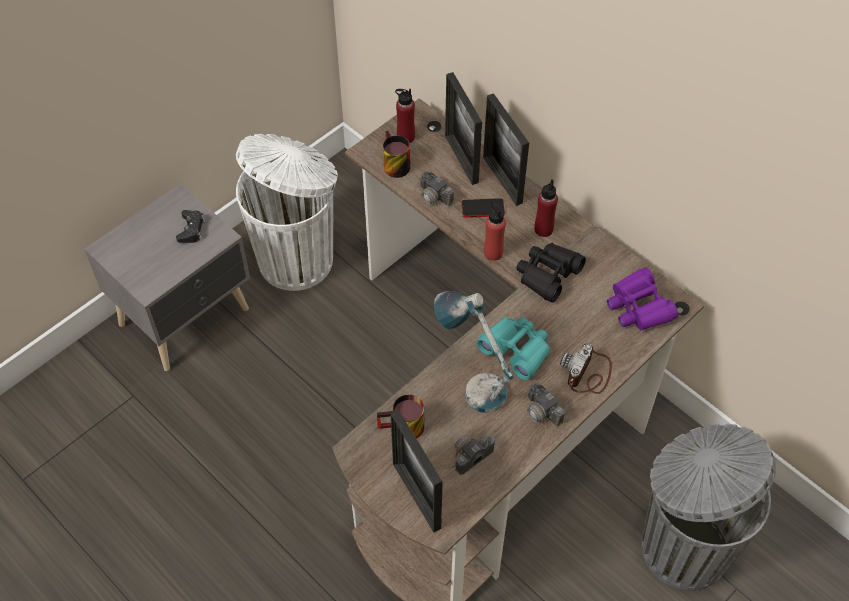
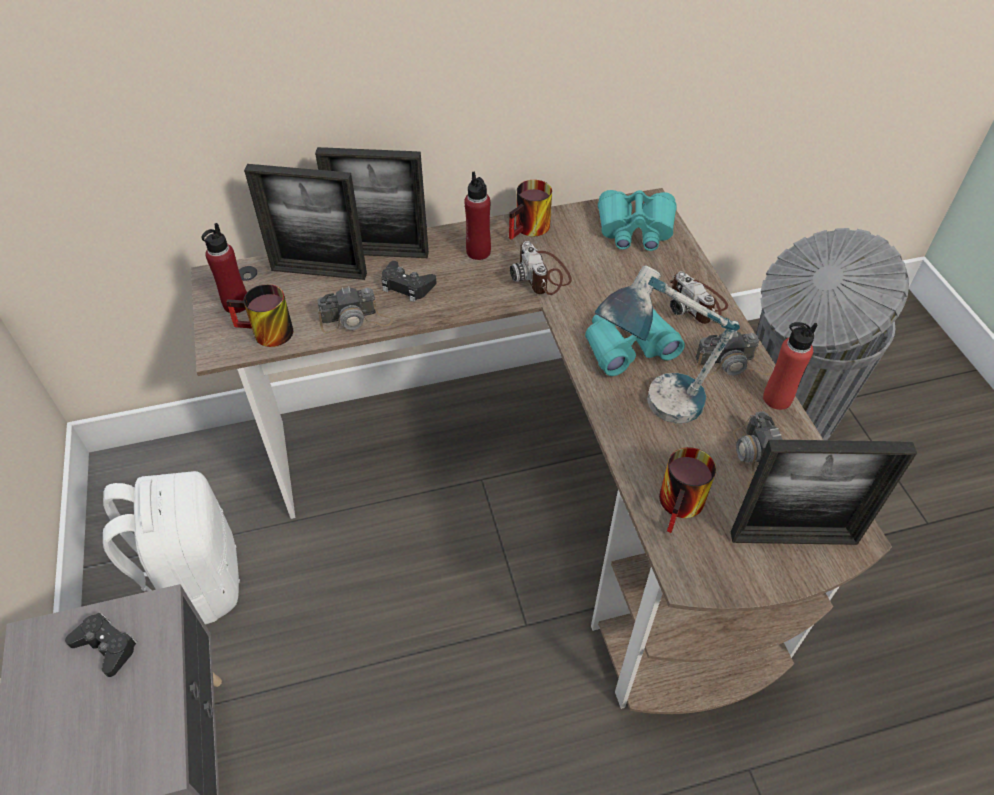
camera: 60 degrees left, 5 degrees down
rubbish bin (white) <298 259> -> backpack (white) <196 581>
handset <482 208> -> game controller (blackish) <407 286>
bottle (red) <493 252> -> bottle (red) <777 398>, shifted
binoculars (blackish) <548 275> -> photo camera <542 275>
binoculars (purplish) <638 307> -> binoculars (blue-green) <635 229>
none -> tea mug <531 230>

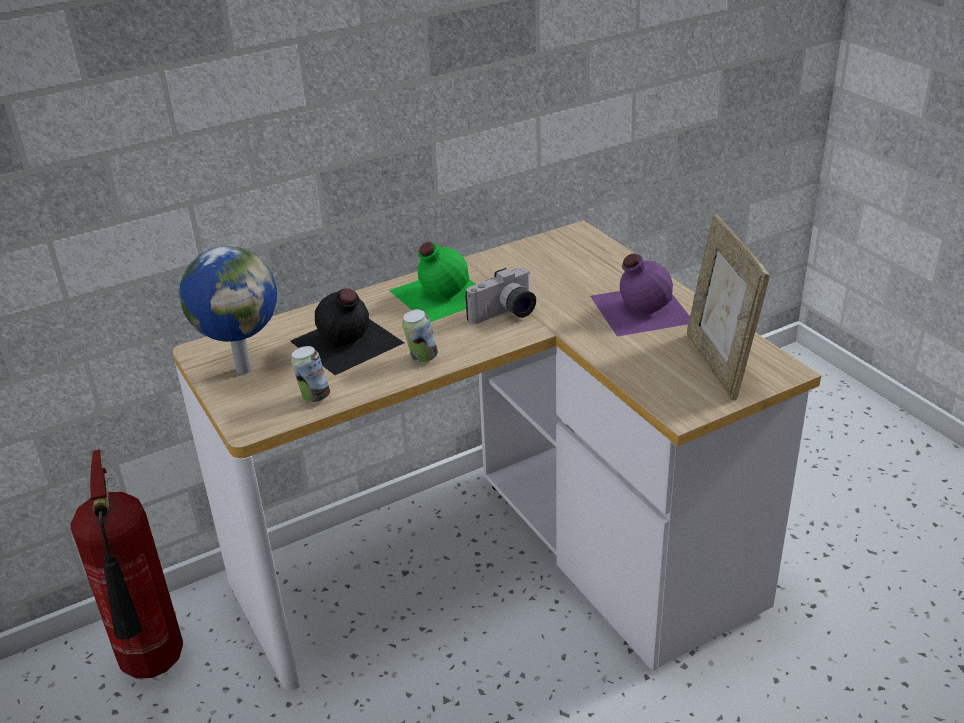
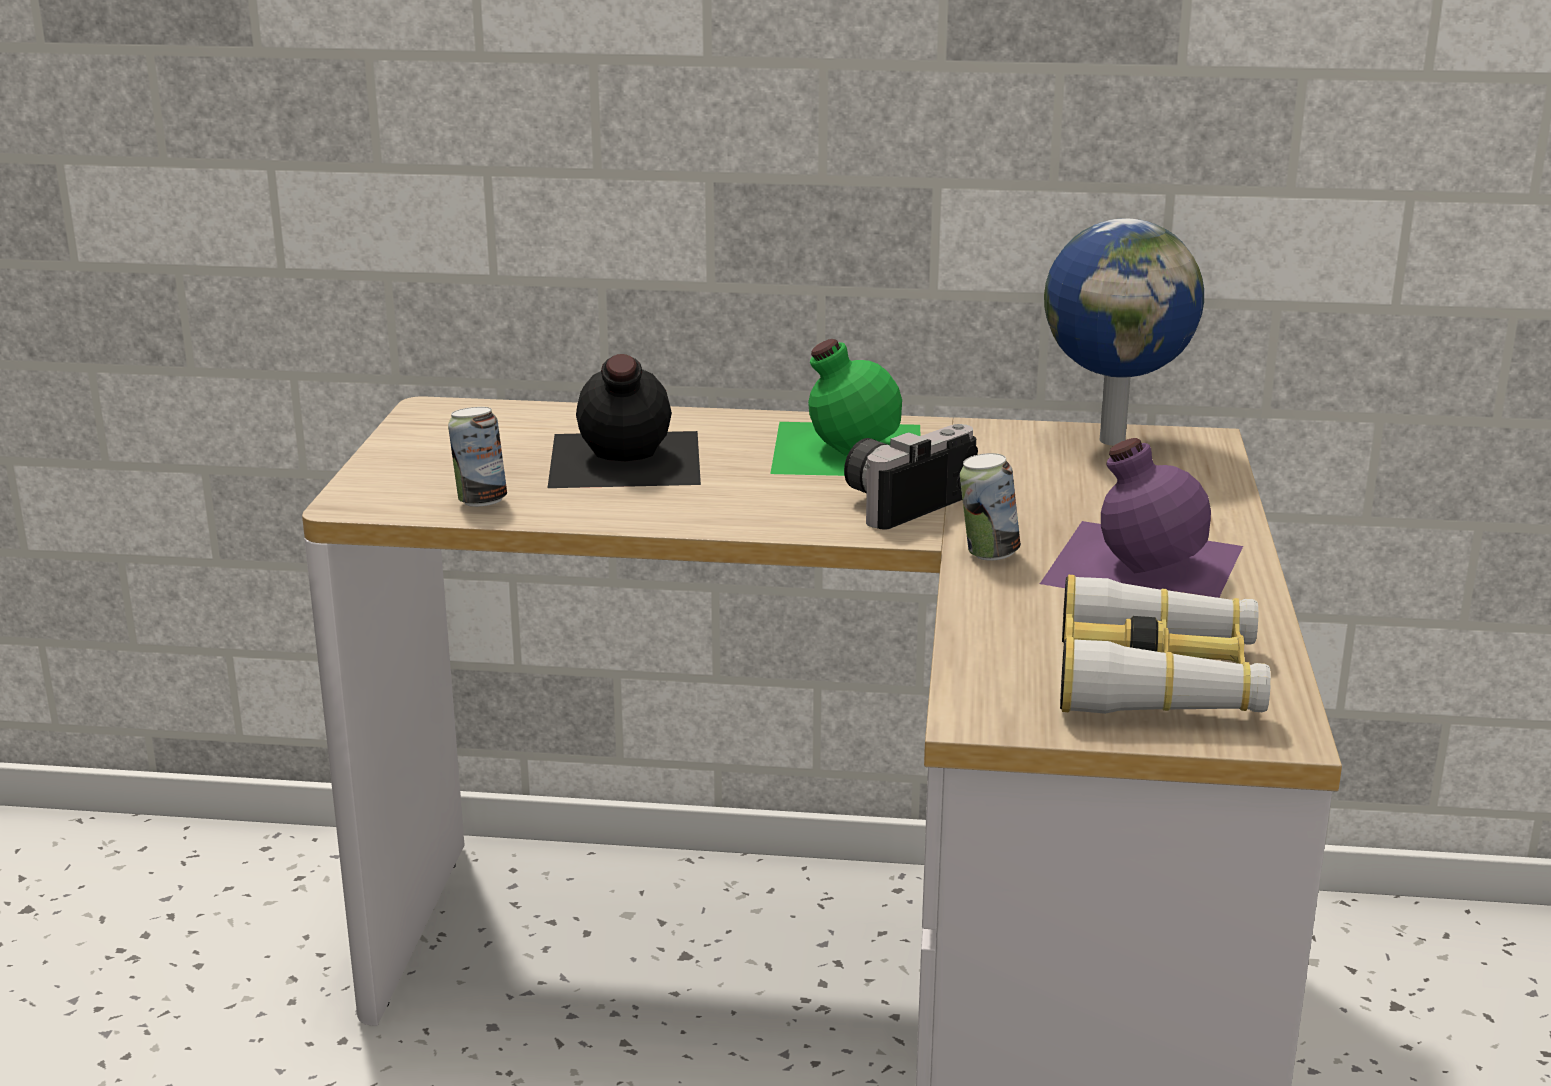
camera: 35 degrees right, 10 degrees down
fire extinguisher <155 668> -> none
world globe <243 368> -> world globe <1112 439>, shifted
sealed can <422 358> -> sealed can <987 554>, shifted
photo camera <505 315> -> photo camera <903 501>, 135 degrees clockwise
picture frame <718 365> -> binoculars <1158 679>

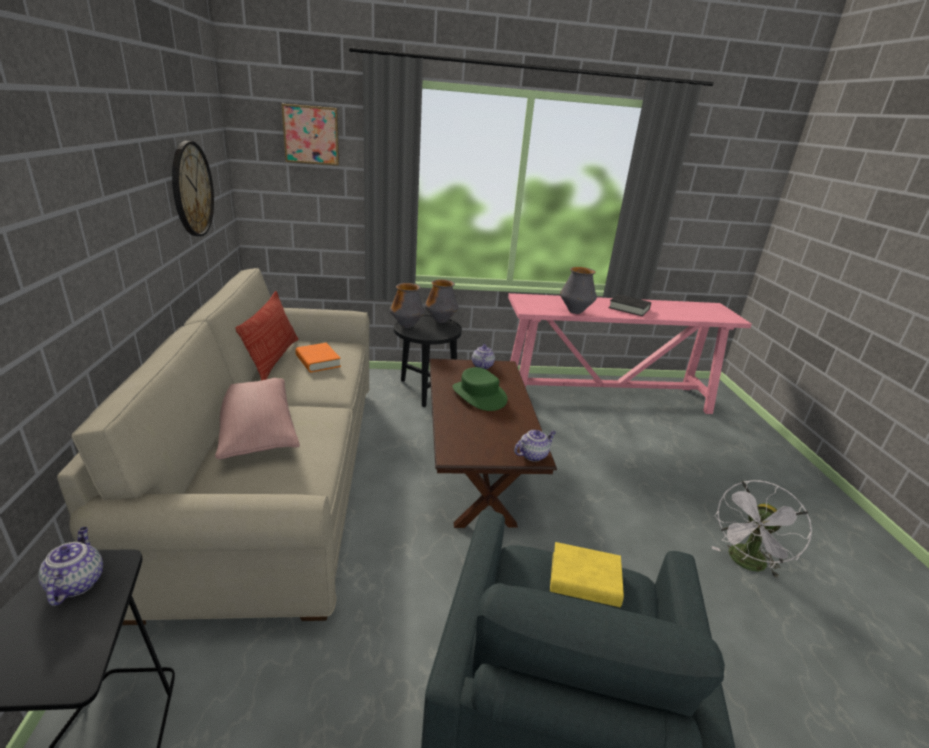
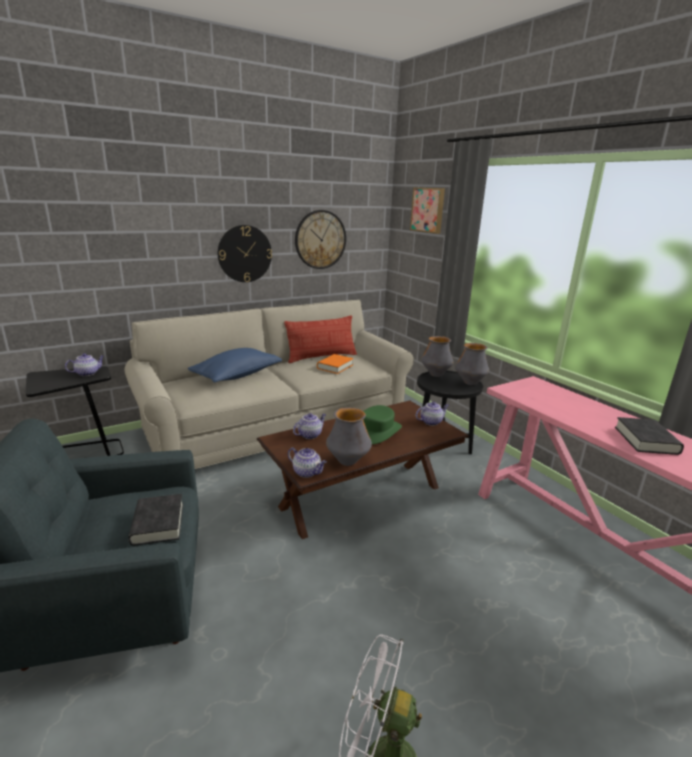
camera: 65 degrees right, 5 degrees down
pillow (pink-coloured) <256 431> -> pillow (blue-coloured) <237 375>
book (yellow-coloured) <584 579> -> book (blackish) <158 523>
decorative vase <575 311> -> decorative vase <347 461>, shifted
none -> hanging clock <245 254>
none -> tea pot <310 435>

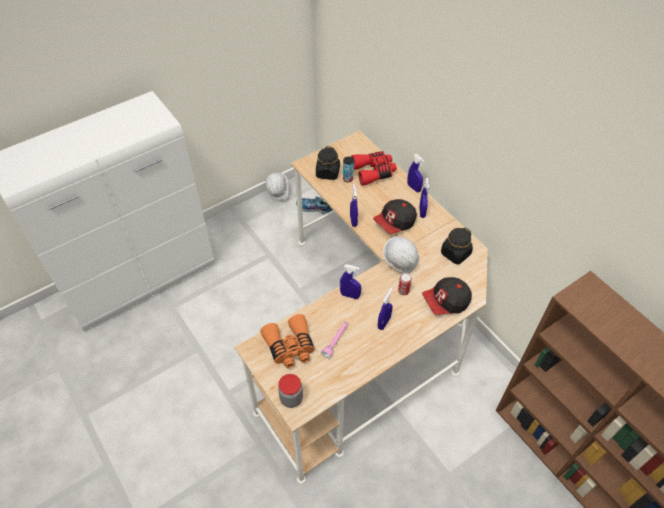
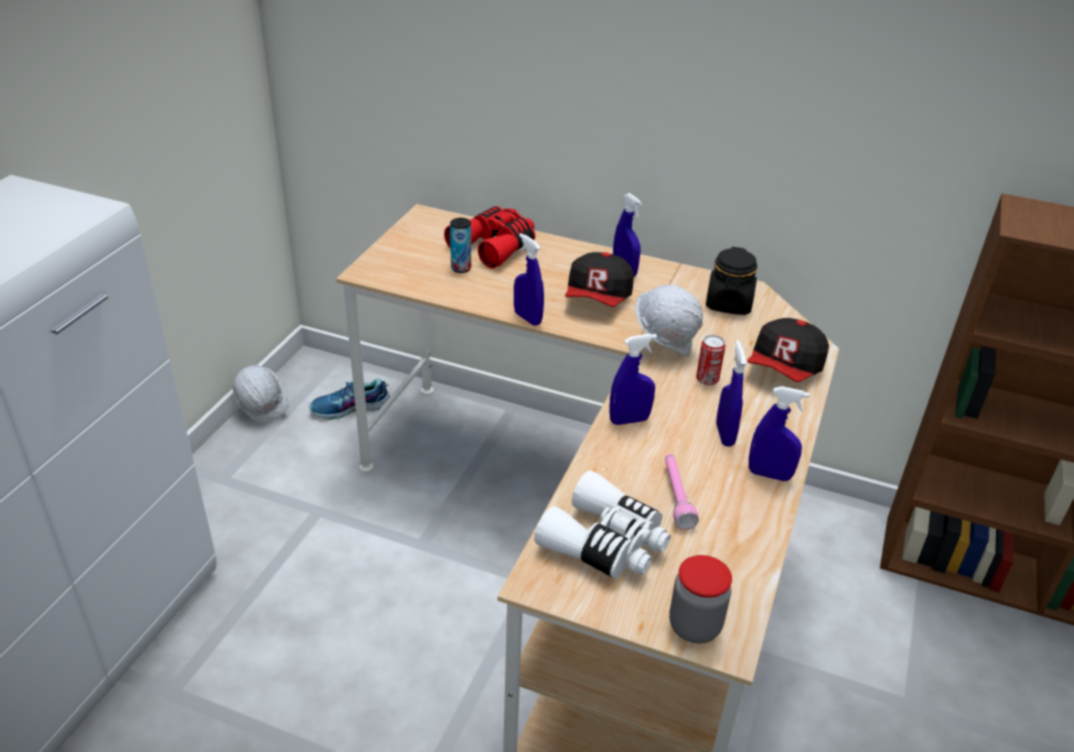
camera: 35 degrees left, 15 degrees down
binoculars (orange) <290 347> -> binoculars (white) <606 543>
jar (blackish) <328 173> -> none
sprayer (blue-coloured) <413 188> -> sprayer (blue-coloured) <769 474>, shifted

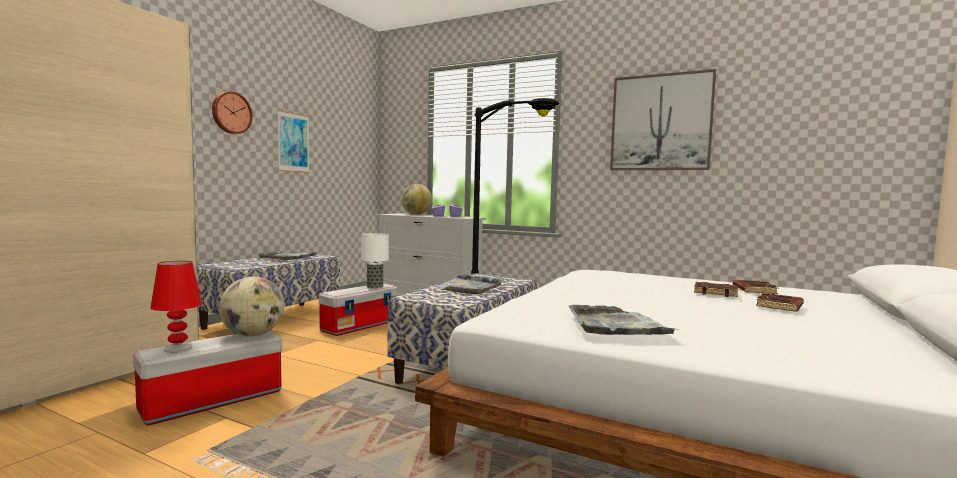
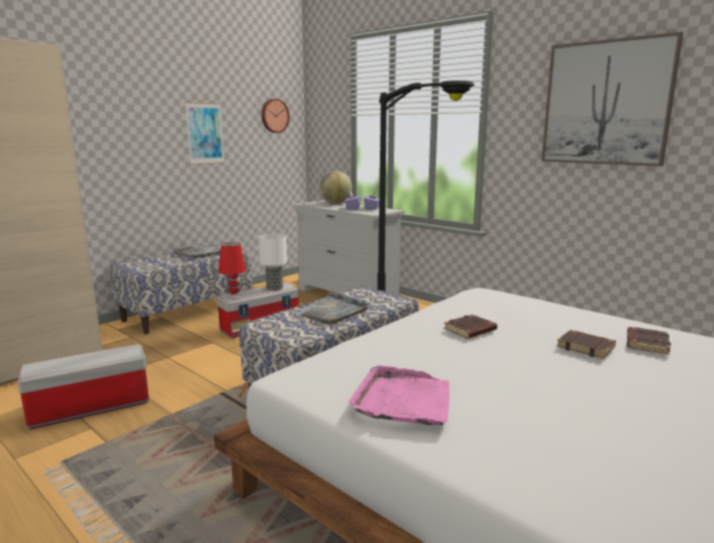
camera: 15 degrees right, 10 degrees up
table lamp (red) <178 348> -> table lamp (red) <234 297>, shifted
hanging clock <231 113> -> hanging clock <274 116>, shifted
world globe <253 335> -> none
tray (greyish) <615 325> -> tray (pink-coloured) <403 400>
book (brown-coloured) <780 306> -> book (brown-coloured) <470 330>, shifted

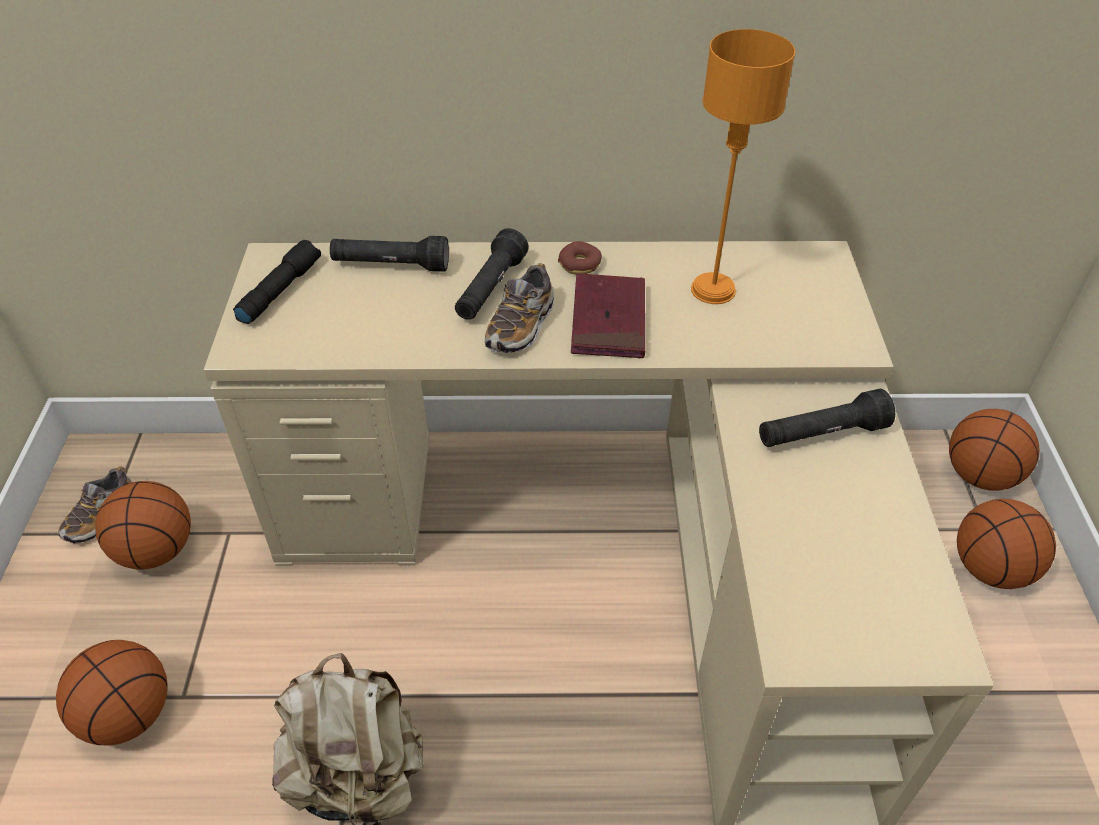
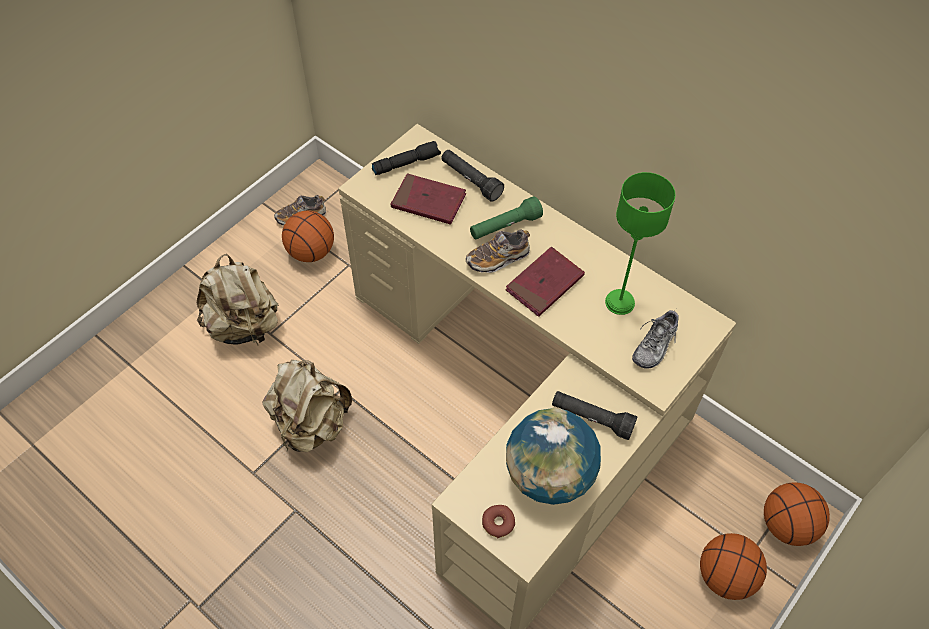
camera: 40 degrees right, 10 degrees up
ball for basketball <129 715> -> backpack (sand-coloured) <244 326>
torch (blackish) <490 289> -> torch (green-coloured) <505 226>
donut <580 264> -> donut <498 523>, shifted
table lamp (orange) <712 290> -> table lamp (green-coloured) <619 302>
none -> book (red) <428 201>
none -> world globe <549 476>
none -> shoe <655 345>

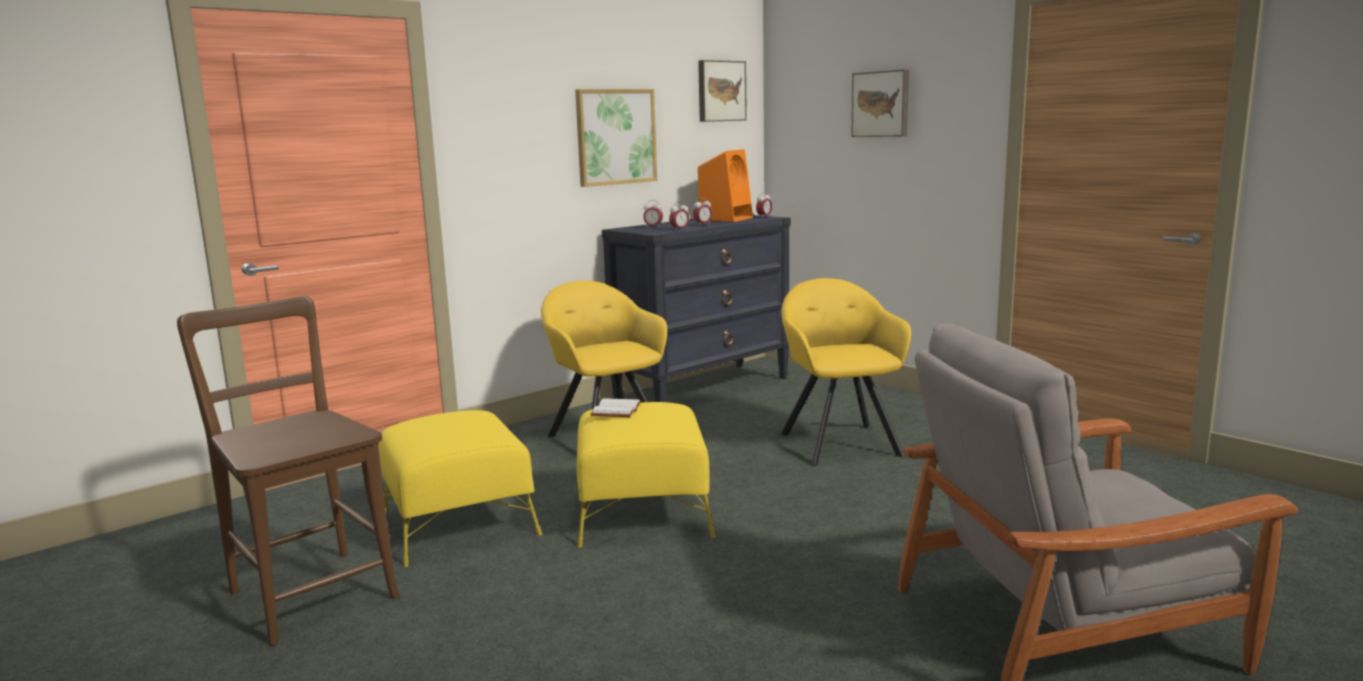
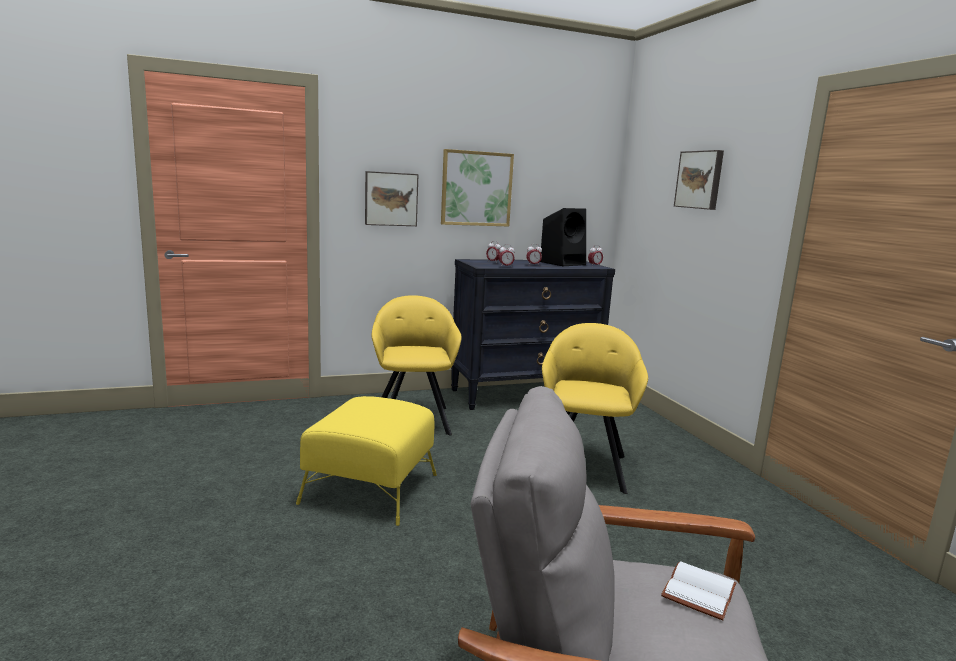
camera: 20 degrees right, 0 degrees up
upright chair (brown-coloured) <309 591> -> none
pouffe (yellow-coloured) <459 523> -> none
book (white) <615 410> -> book (white) <697 590>, shifted
wall art <720 91> -> wall art <391 199>, shifted
speaker (orange) <726 219> -> speaker (blackish) <563 263>

